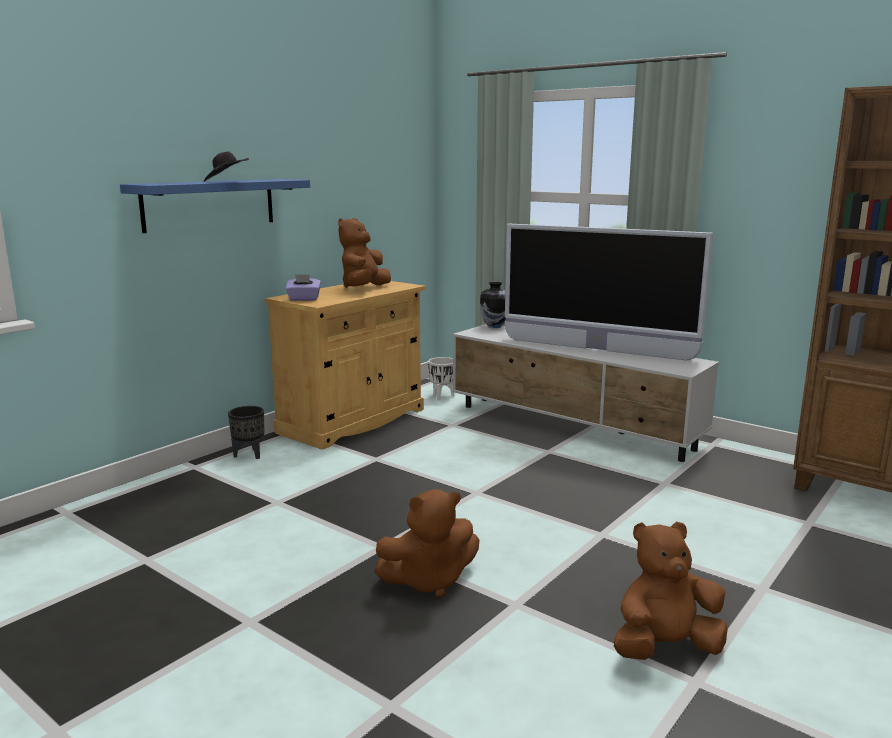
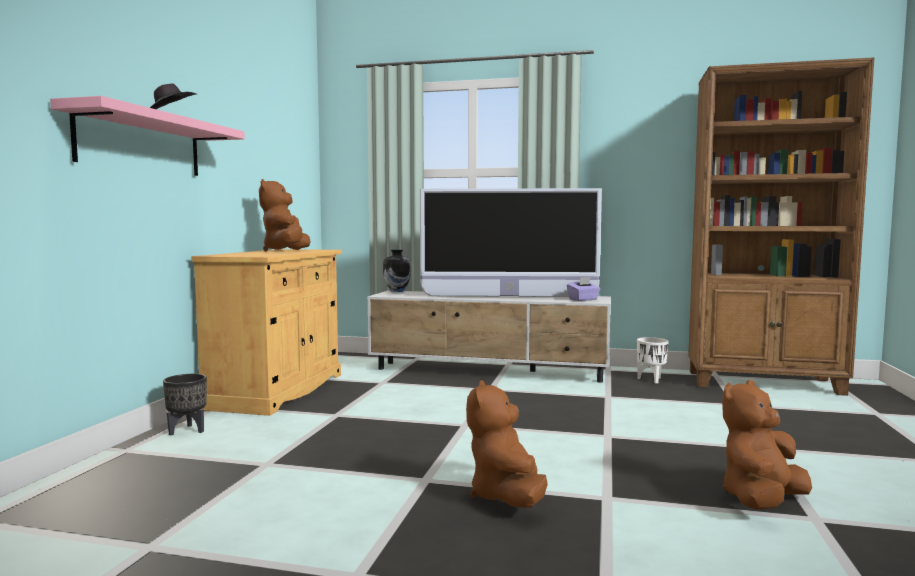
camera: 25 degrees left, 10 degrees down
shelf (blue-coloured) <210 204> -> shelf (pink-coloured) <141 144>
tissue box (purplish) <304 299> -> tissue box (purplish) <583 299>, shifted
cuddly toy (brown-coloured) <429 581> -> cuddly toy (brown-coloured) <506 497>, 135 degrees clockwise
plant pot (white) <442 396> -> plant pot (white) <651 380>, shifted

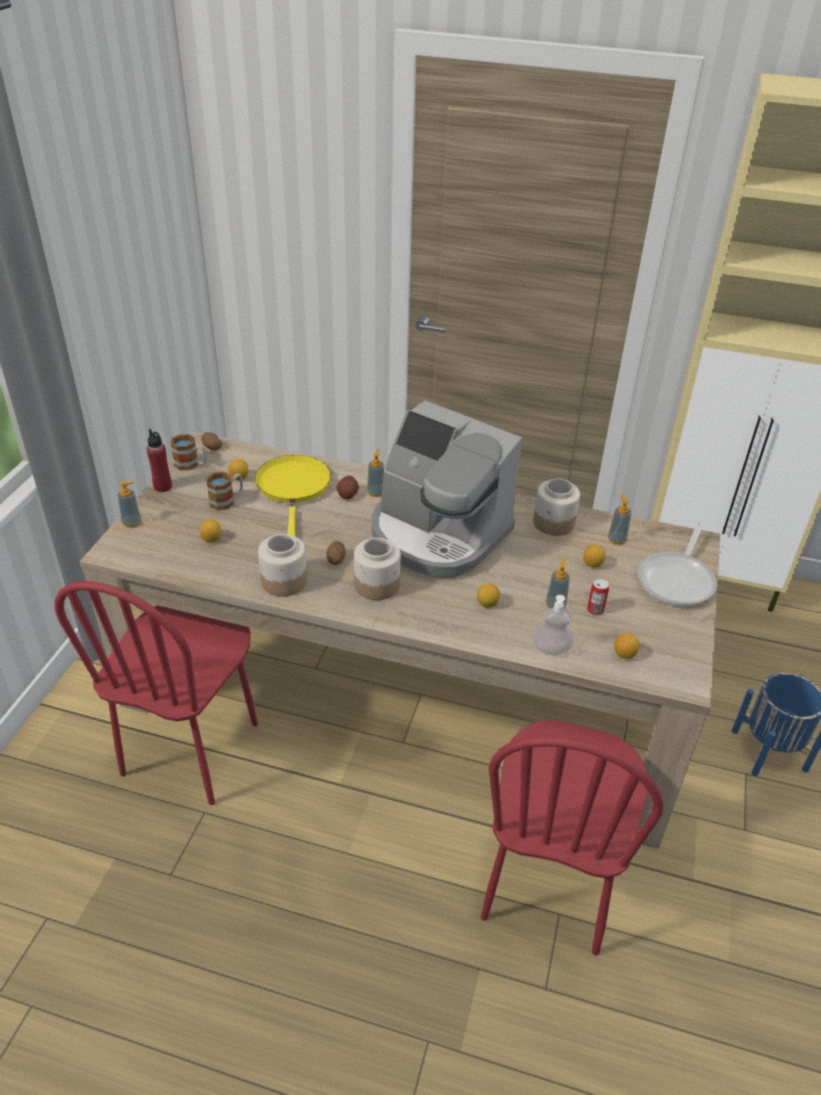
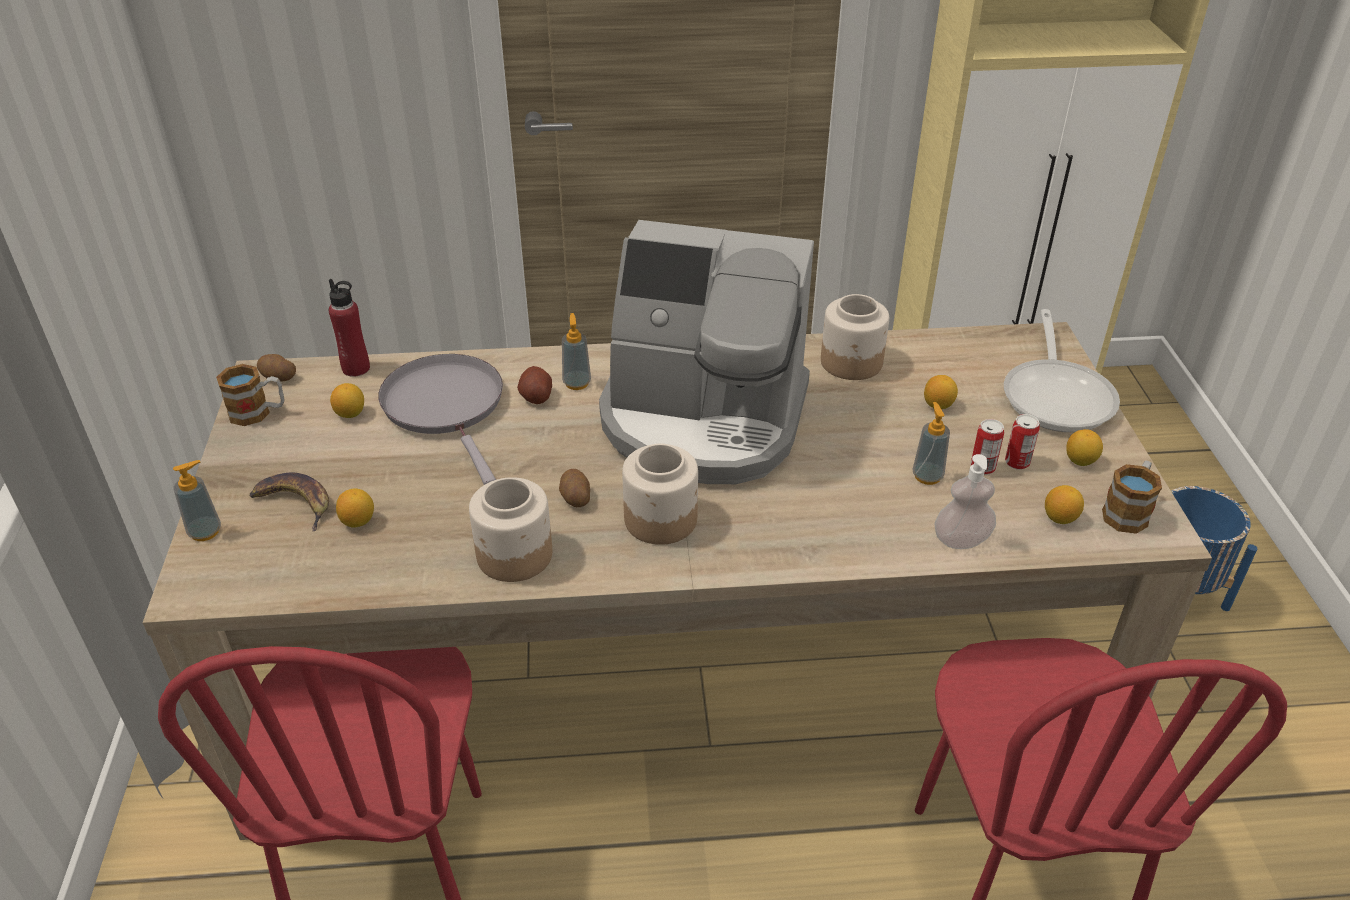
camera: 20 degrees left, 0 degrees up
bottle (red) <163 487> -> bottle (red) <356 368>, shifted
tea mug <227 500> -> tea mug <1128 511>, shifted
frying pan (yellow-coloured) <294 487> -> frying pan (greyish) <446 406>
lemon <487 604> -> lemon <1080 461>, shifted
soap bottle <616 539> -> none
none -> banana fruit <296 503>
none -> sealed can <1017 462>

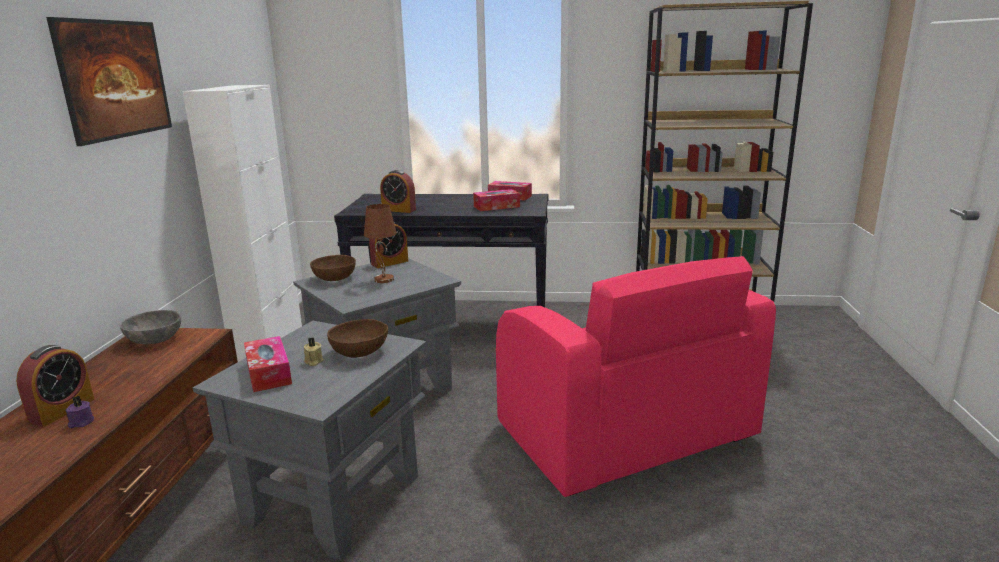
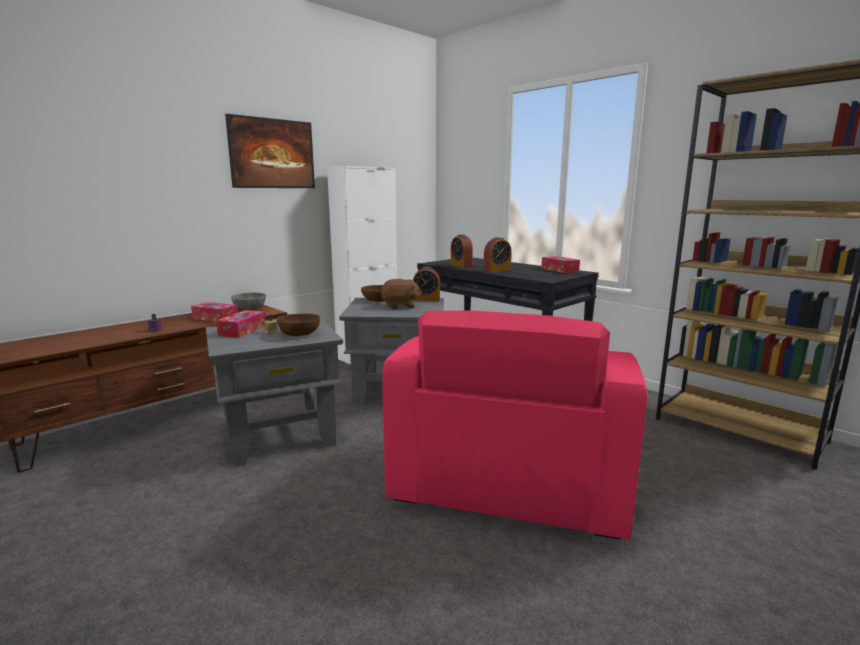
camera: 40 degrees right, 5 degrees down
table clock <62 410> -> table clock <497 270>, shifted
table lamp (brown-coloured) <383 279> -> cuddly toy (brown-coloured) <400 306>
tissue box <496 206> -> tissue box <215 318>, shifted

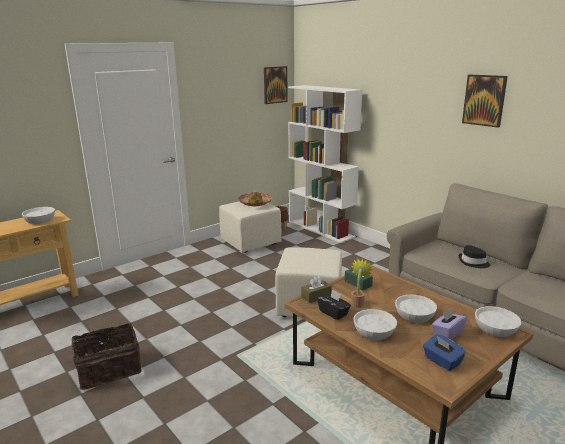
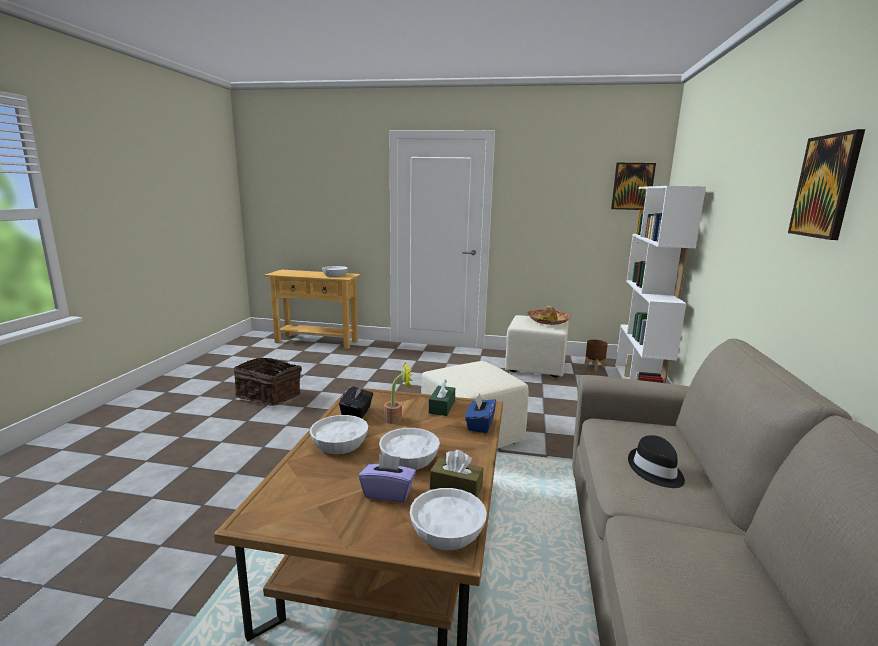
camera: 50 degrees right, 5 degrees down
tissue box (brown-coloured) <316 296> -> tissue box (brown-coloured) <456 487>, shifted
tissue box (blue-coloured) <442 361> -> tissue box (blue-coloured) <480 425>, shifted

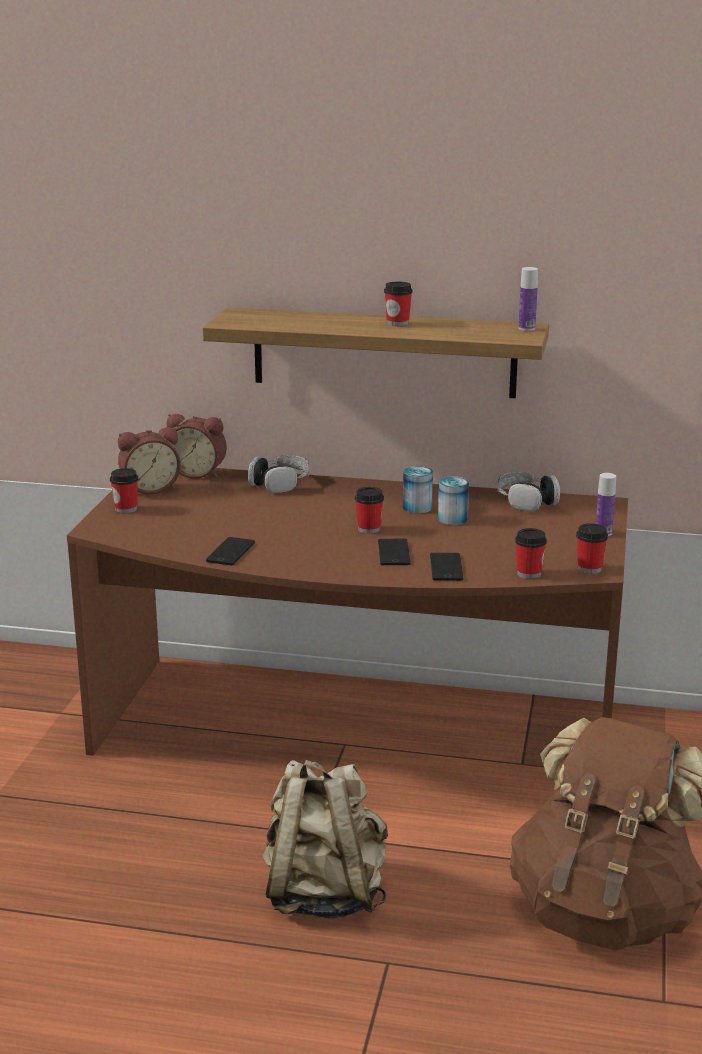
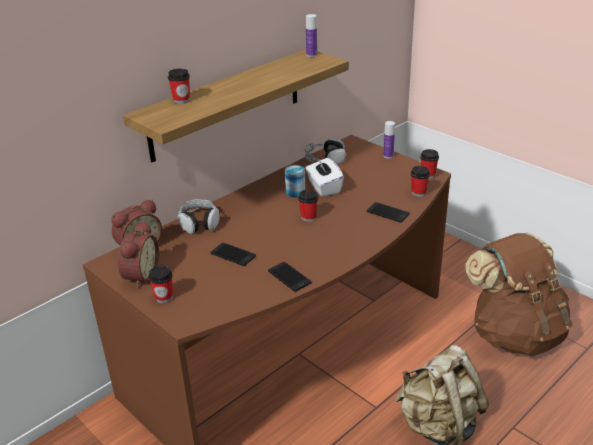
camera: 55 degrees left, 10 degrees up
handset <393 553> -> handset <233 255>, shifted
small cup <397 323> -> small cup <181 100>, shifted
sealed can <452 519> -> tissue box (white) <324 188>

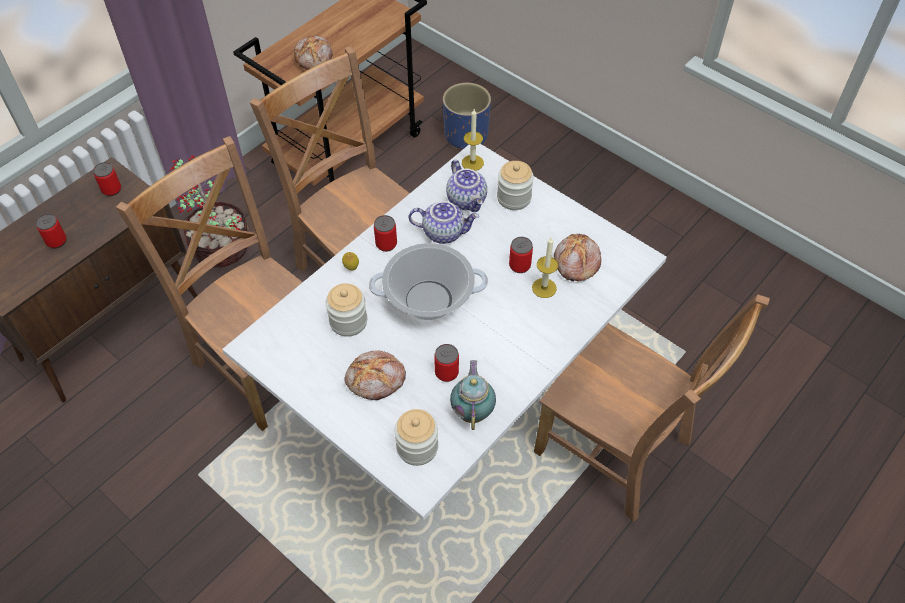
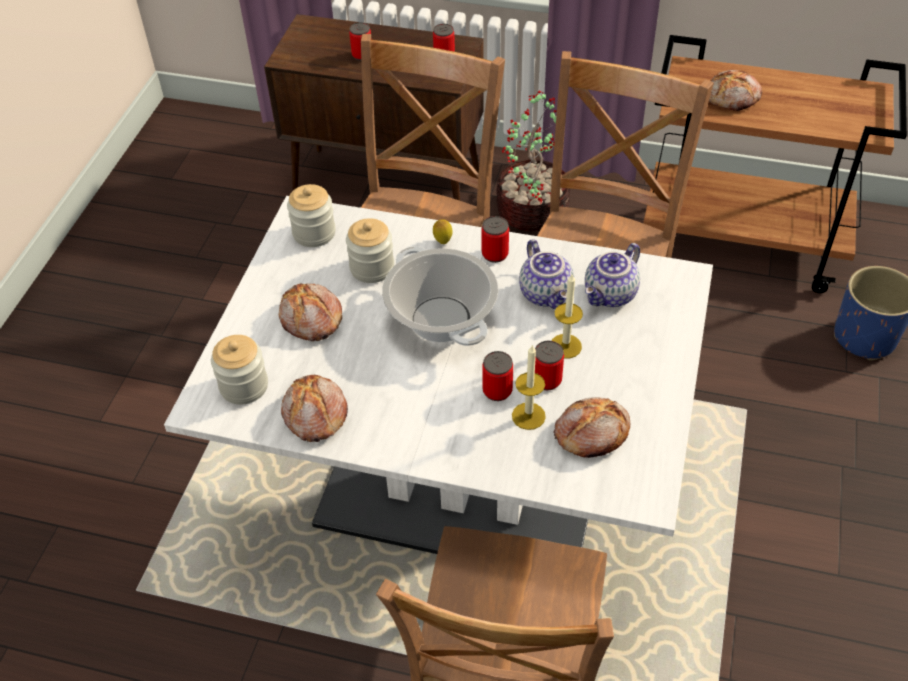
camera: 65 degrees right, 5 degrees down
sealed can <446 372> -> sealed can <497 390>, shifted
tea pot <473 410> -> bakery bread <314 415>
wax light <472 163> -> wax light <565 346>, shifted
jar <514 198> -> jar <314 233>, shifted

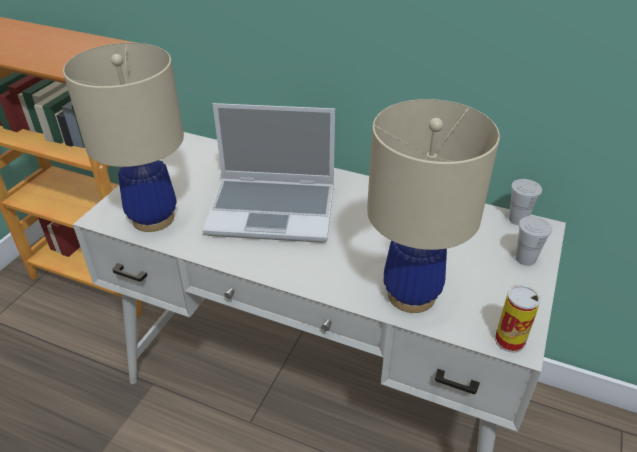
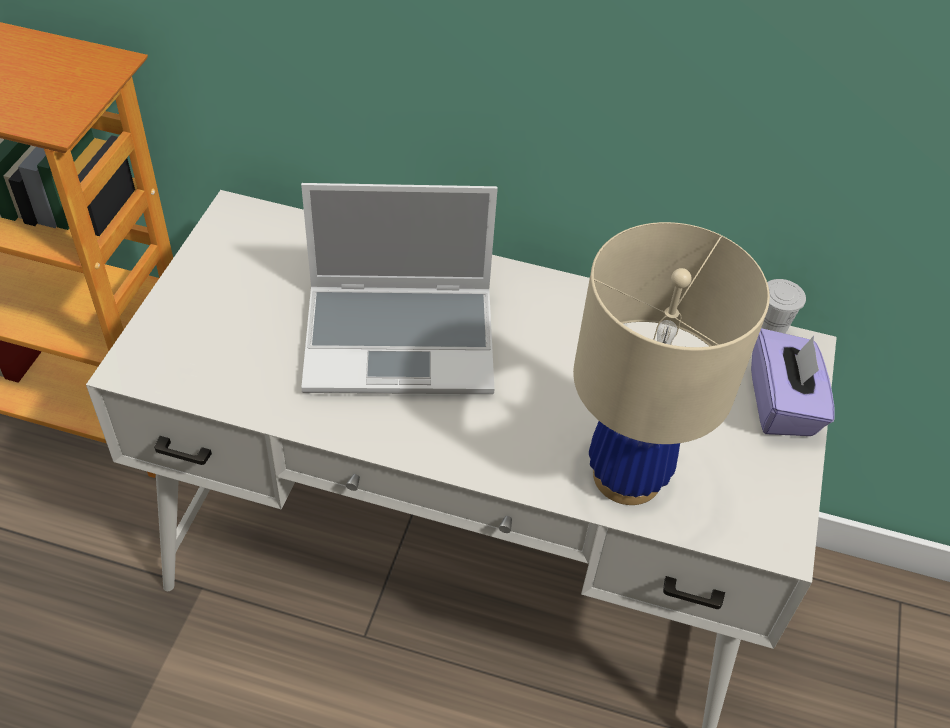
camera: 10 degrees left, 10 degrees up
table lamp (sand-coloured) <153 218> -> none
sealed can <509 340> -> none
small cup (white) <525 259> -> tissue box (purplish) <782 404>

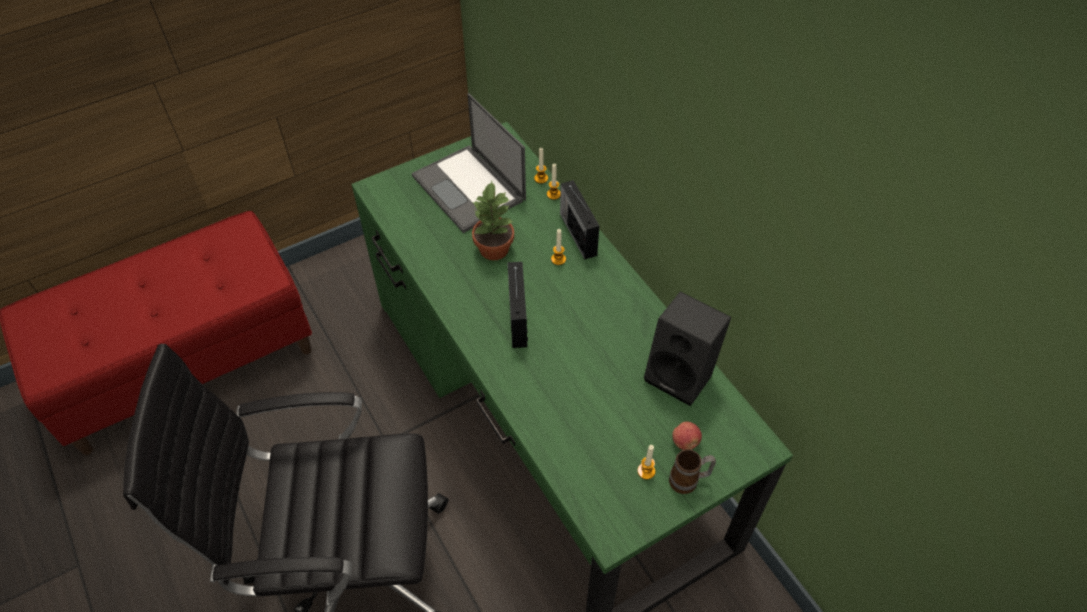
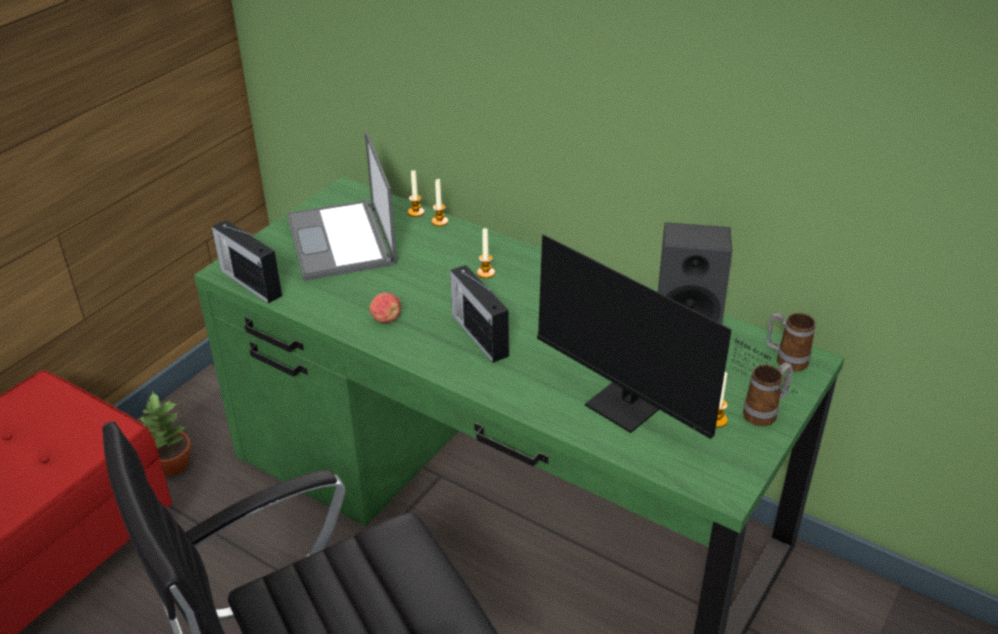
camera: 25 degrees left, 15 degrees down
notebook computer <470 188> -> notebook computer <342 241>, 45 degrees clockwise
plant in a pot <493 249> -> plant in a pot <172 465>, shifted
radio <578 233> -> radio <250 282>, shifted
apple fruit <685 442> -> apple fruit <386 319>, shifted
none -> monitor <632 411>
none -> tea mug <785 360>

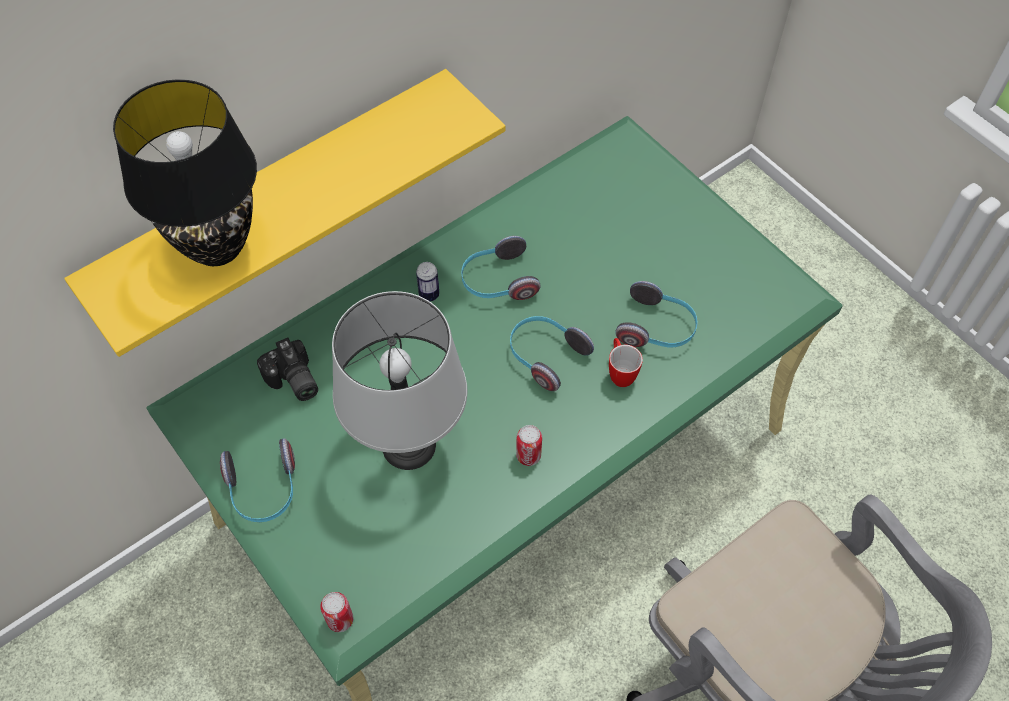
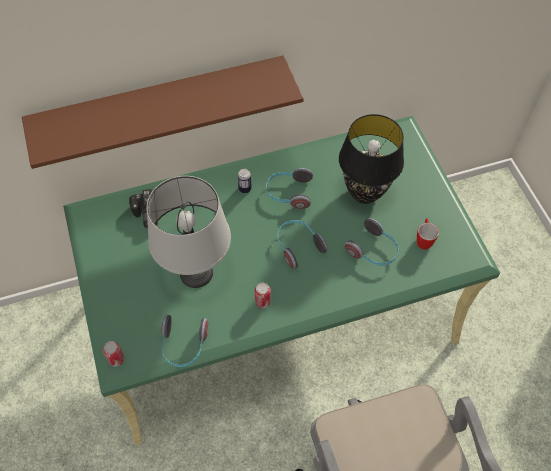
camera: 20 degrees right, 0 degrees up
shelf (yellow-coloured) <276 199> -> shelf (brown-coloured) <160 105>
table lamp (blackish) <217 246> -> table lamp (blackish) <364 193>, shifted
headphones <264 490> -> headphones <184 345>, shifted
tea mug <620 372> -> tea mug <423 240>, shifted

